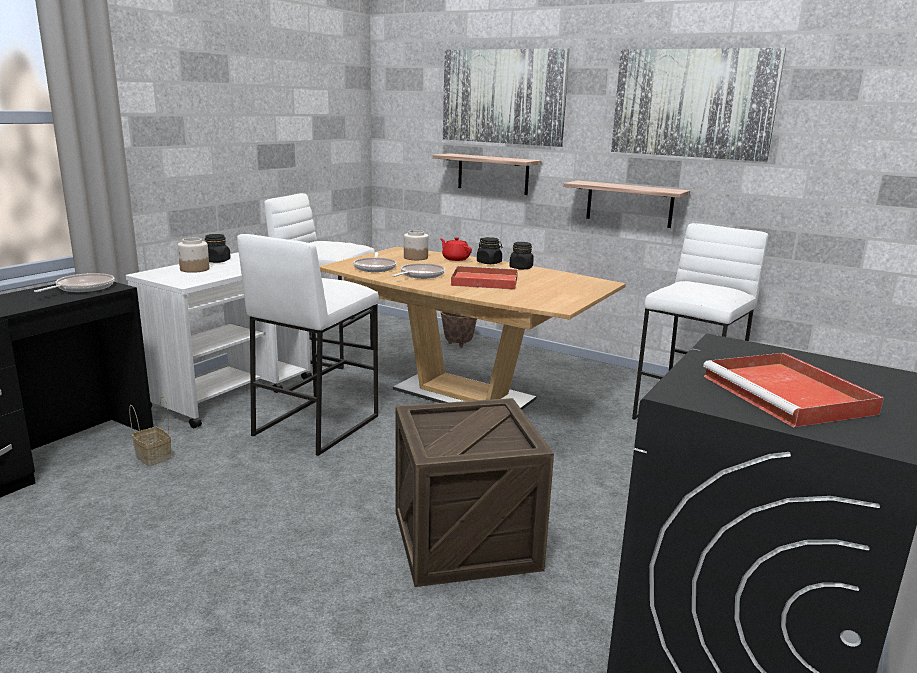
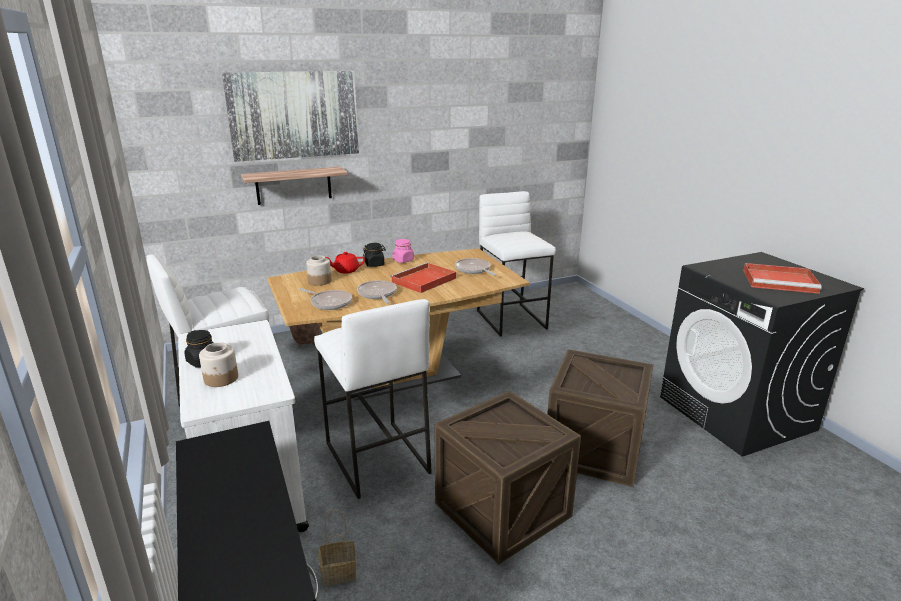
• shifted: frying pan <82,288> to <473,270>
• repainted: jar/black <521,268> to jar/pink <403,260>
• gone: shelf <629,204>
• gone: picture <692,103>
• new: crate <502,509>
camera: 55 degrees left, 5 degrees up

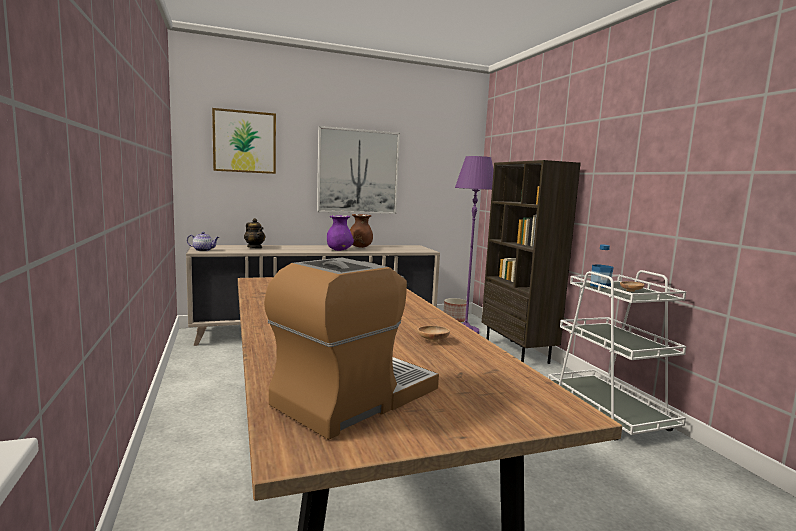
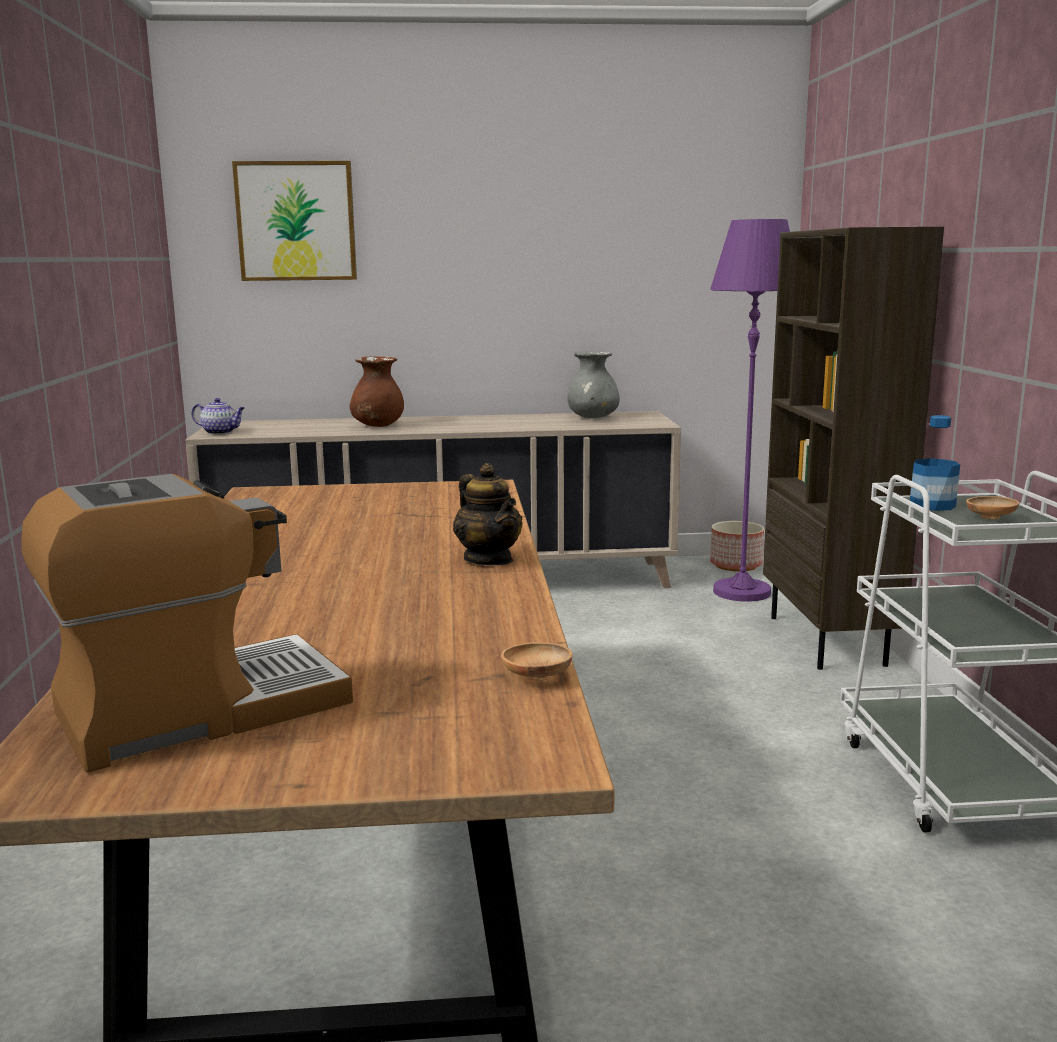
• shifted: teapot <254,247> to <489,559>
• gone: picture <358,171>
• gone: vase/purple <339,250>
• shifted: vase/brown <360,247> to <378,426>
• shifted: bowl/brown <432,340> to <537,677>
• new: vase/grey <593,418>
camera: 15 degrees right, 5 degrees up

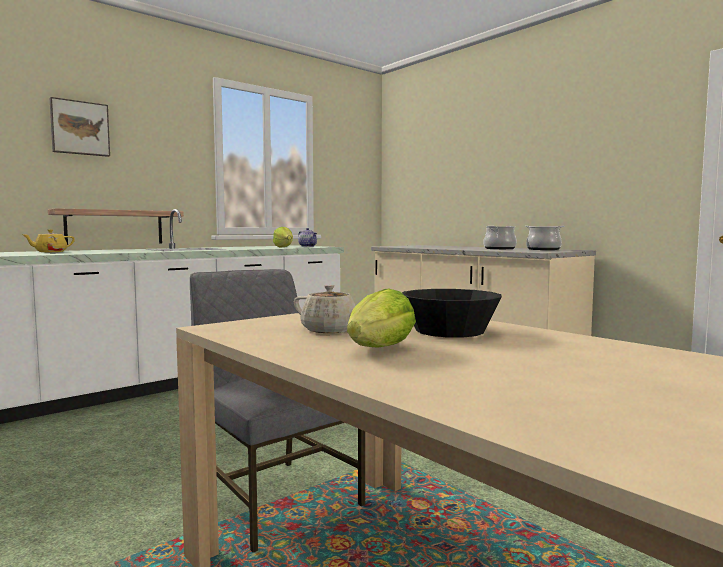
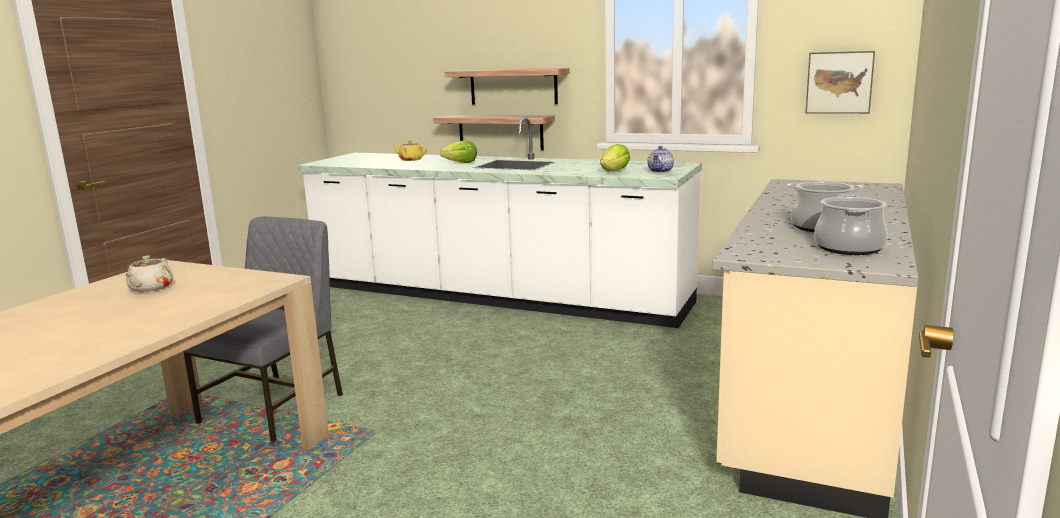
• shifted: picture <80,128> to <839,82>
• shifted: lettuce <380,349> to <461,163>
• gone: bowl/black <449,331>
• new: shelf <513,86>
camera: 65 degrees right, 10 degrees up

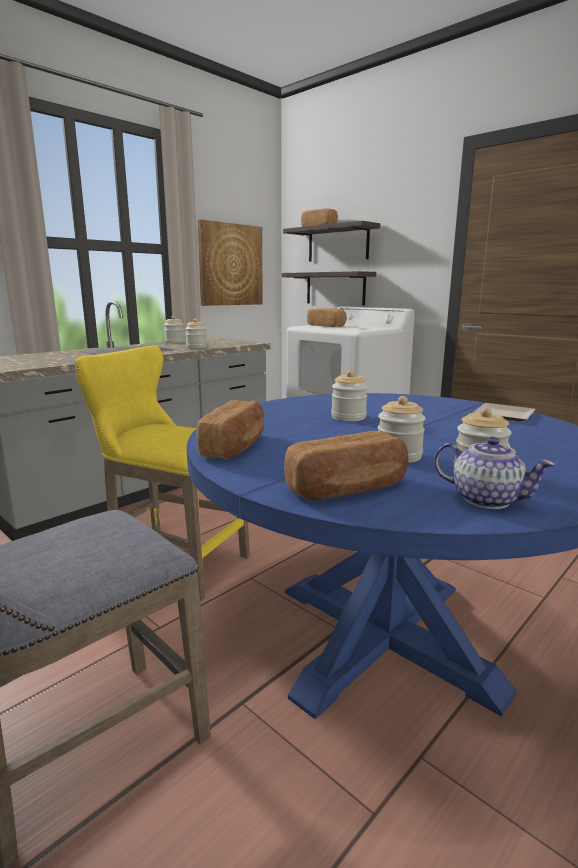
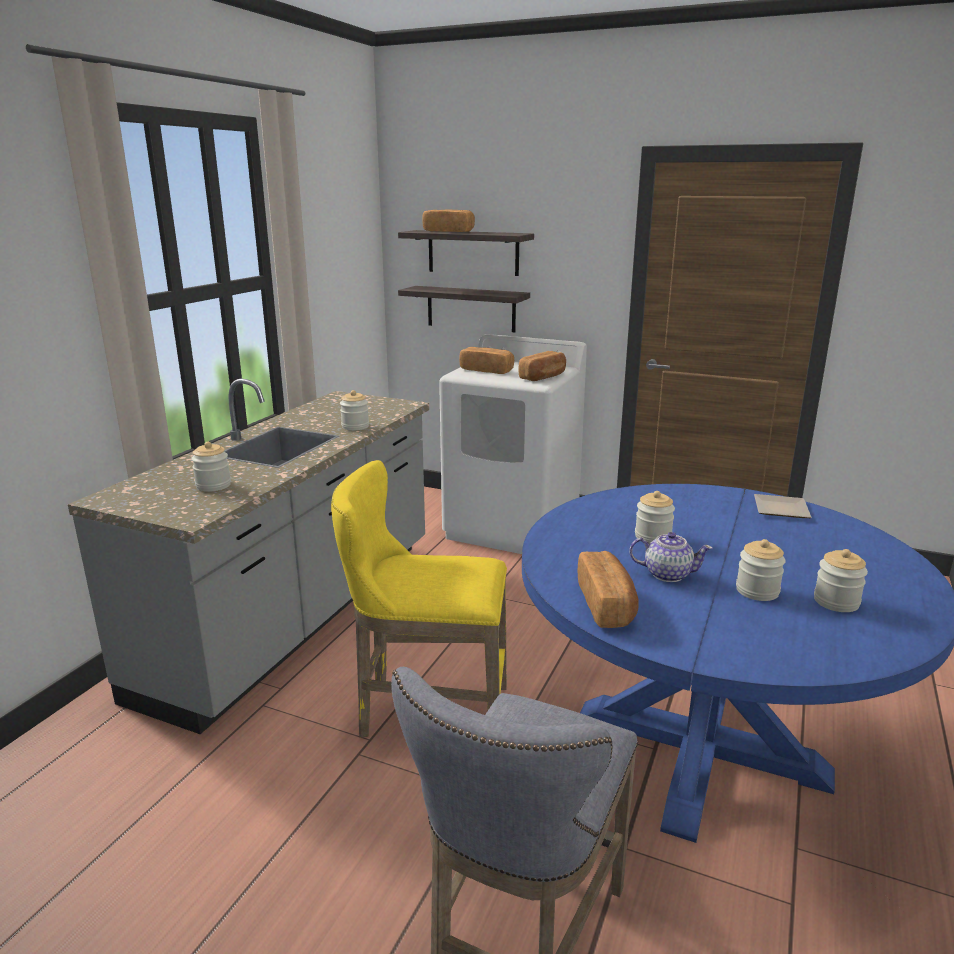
• shifted: jar <174,342> to <213,485>
• gone: picture <230,265>
• shifted: bread <348,488> to <543,377>
• shifted: teapot <485,499> to <667,574>
camera: 20 degrees left, 5 degrees up

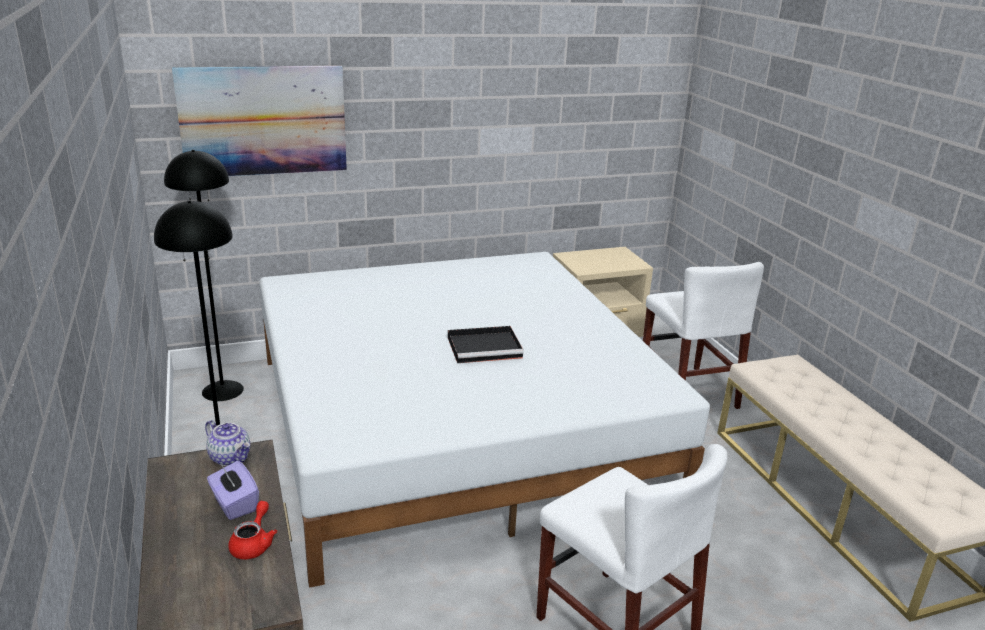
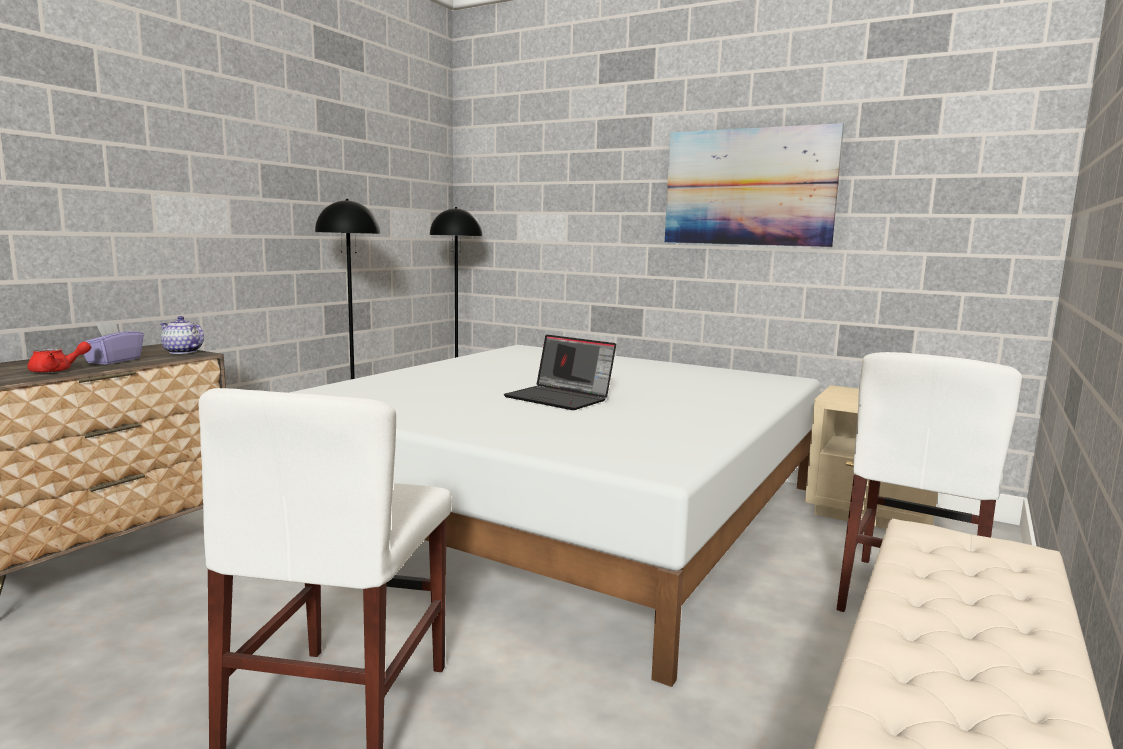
• shifted: picture <263,120> to <749,187>
• rotated: teapot <231,457> = <182,352> 120 degrees clockwise
• swapped: tray/black <486,347> to laptop <560,398>
camera: 50 degrees right, 15 degrees down

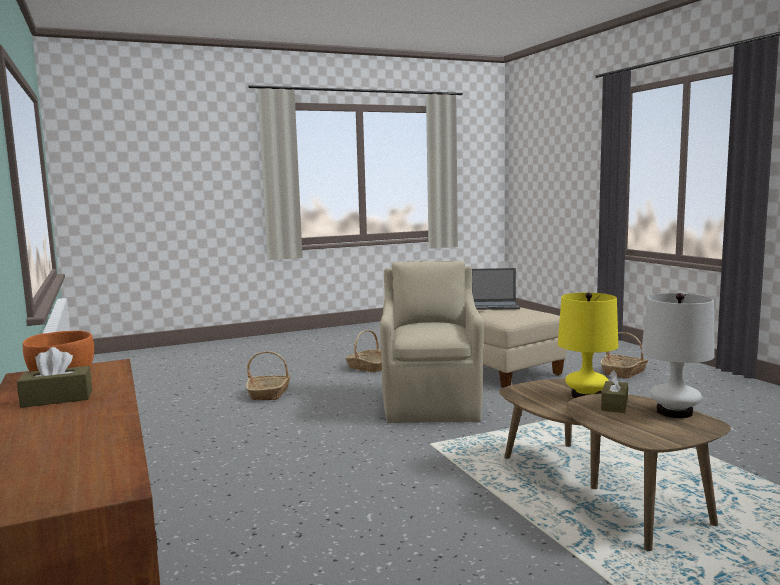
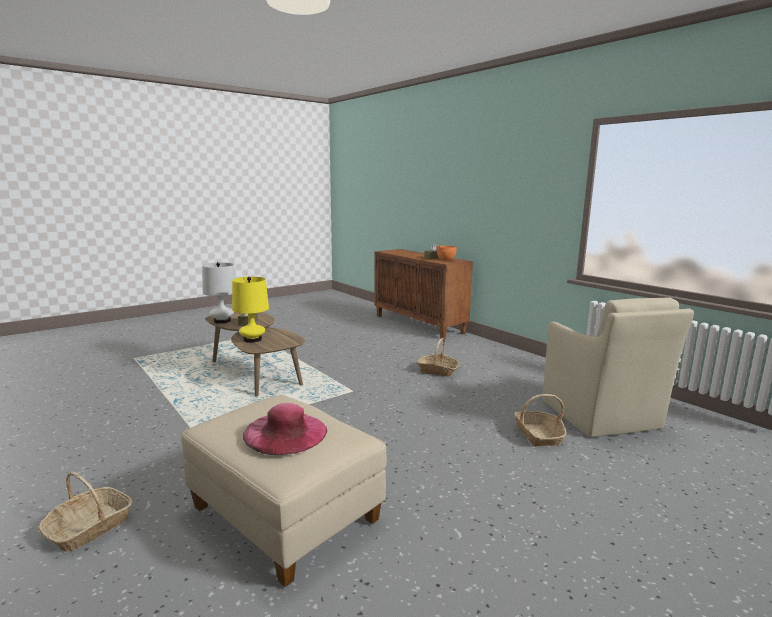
• shifted: basket <368,367> to <438,371>
• shifted: armchair/beige <432,404> to <601,416>
• swapped: laptop <495,306> to hat/pink <285,432>
camera: 165 degrees right, 5 degrees up

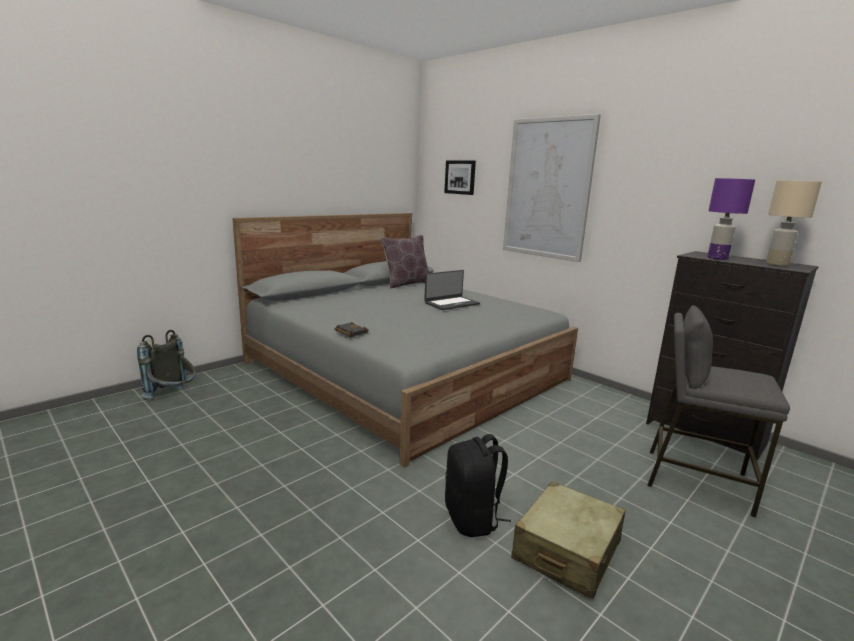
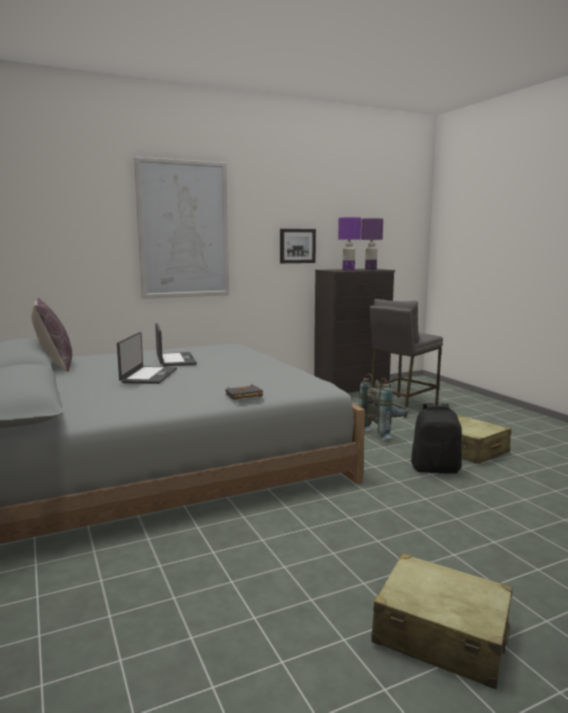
• shifted: backpack/grey <173,397> to <384,433>
• shifted: picture <460,177> to <297,246>
• repainted: table lamp/beige <777,264> to table lamp/purple <370,269>
• new: laptop <148,375>
• new: suitcase/beige <440,635>
camera: 70 degrees left, 5 degrees down

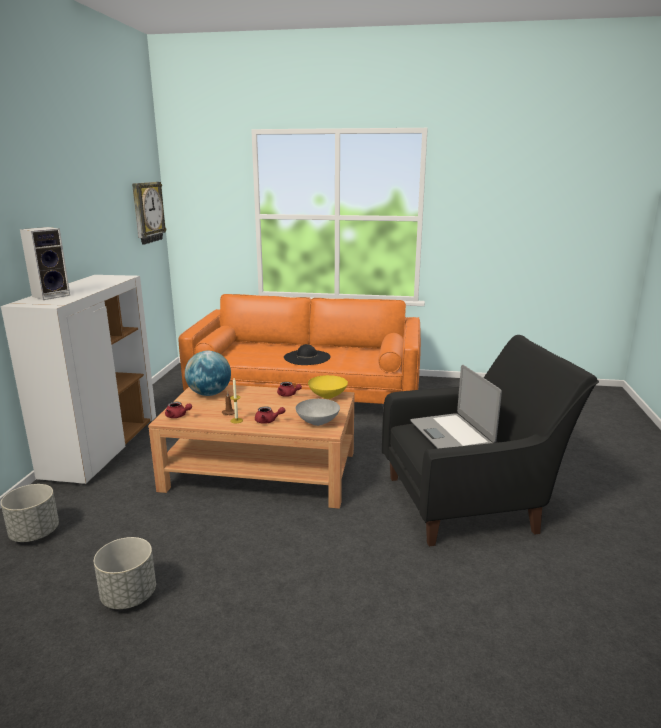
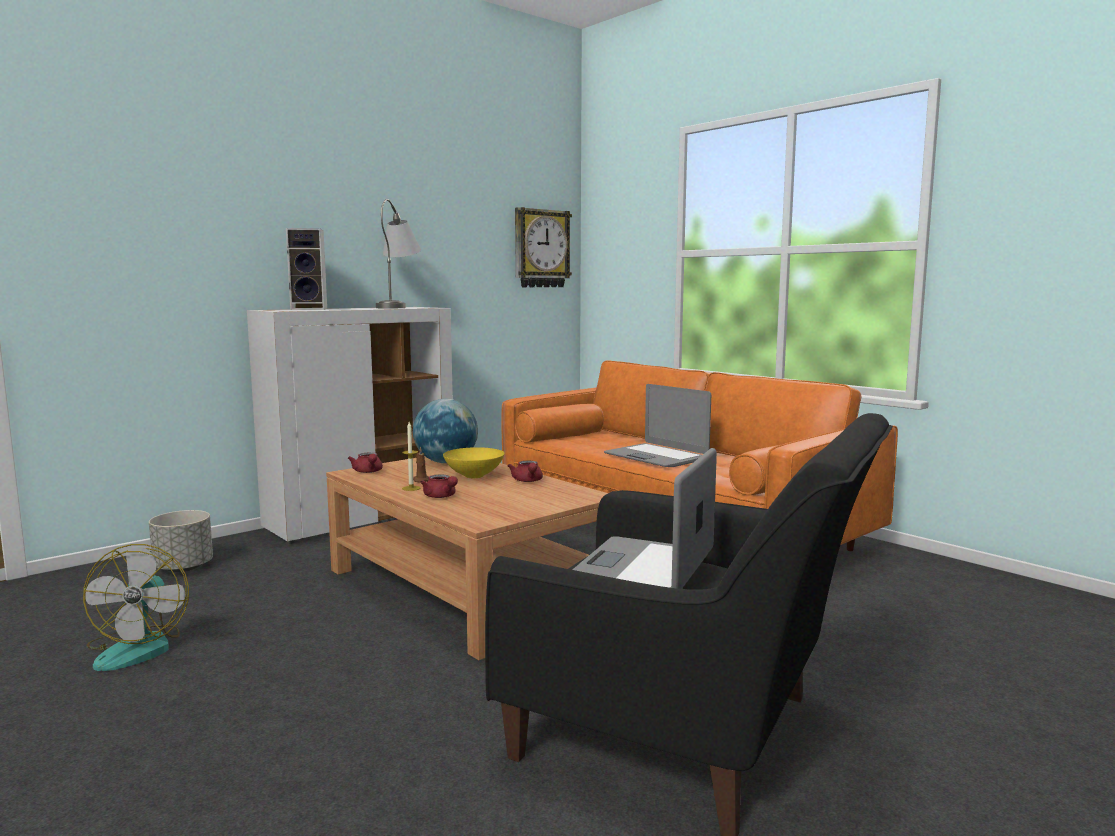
• swapped: planter/grey <129,595> to fan <140,647>
• swapped: hat/black <307,357> to laptop <656,457>
• gone: bowl/grey <318,422>
• shifted: bowl/yellow <327,396> to <473,476>
• new: table lamp/grey <399,307>
camera: 40 degrees right, 10 degrees down

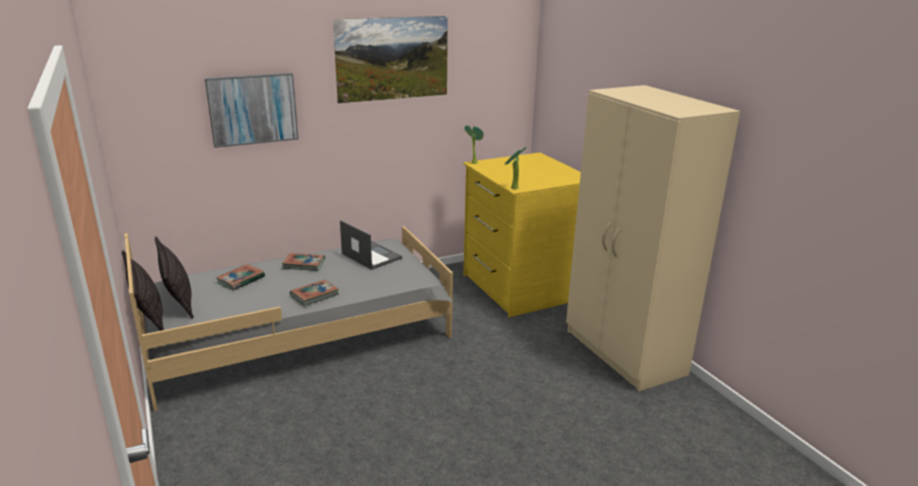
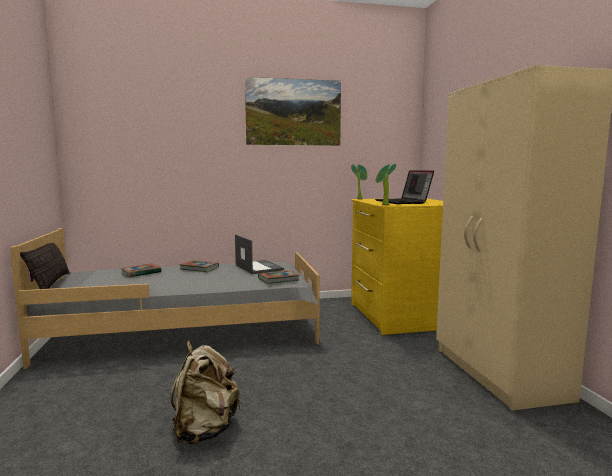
• gone: pillow <178,296>
• gone: picture <253,109>
• shifted: book <314,295> to <278,279>
• new: backpack/beige <205,430>
• new: laptop <403,202>
camera: 15 degrees right, 15 degrees down

